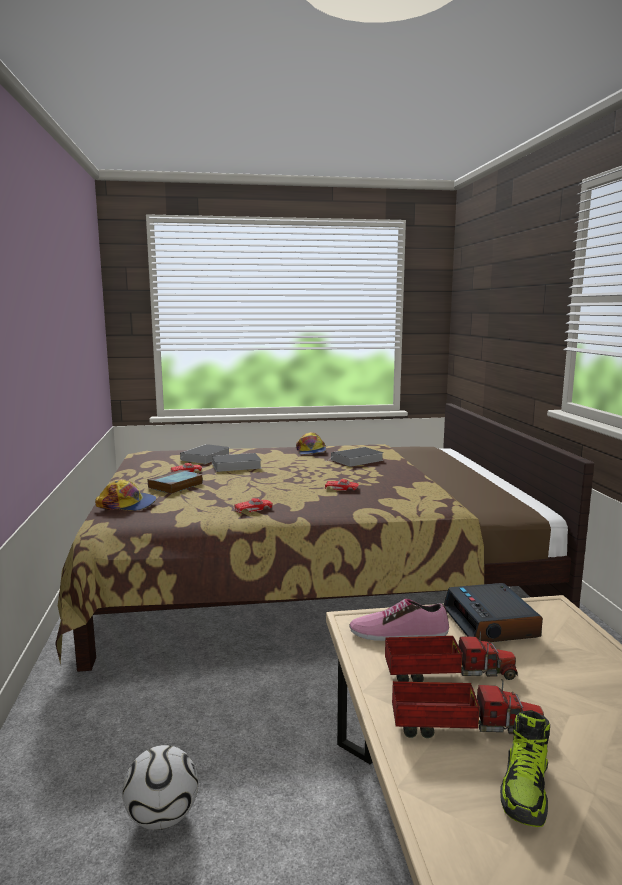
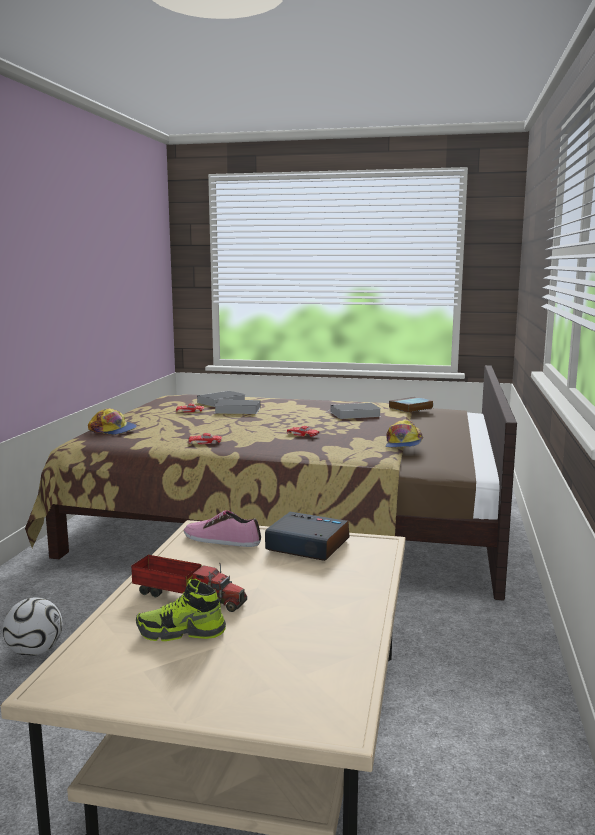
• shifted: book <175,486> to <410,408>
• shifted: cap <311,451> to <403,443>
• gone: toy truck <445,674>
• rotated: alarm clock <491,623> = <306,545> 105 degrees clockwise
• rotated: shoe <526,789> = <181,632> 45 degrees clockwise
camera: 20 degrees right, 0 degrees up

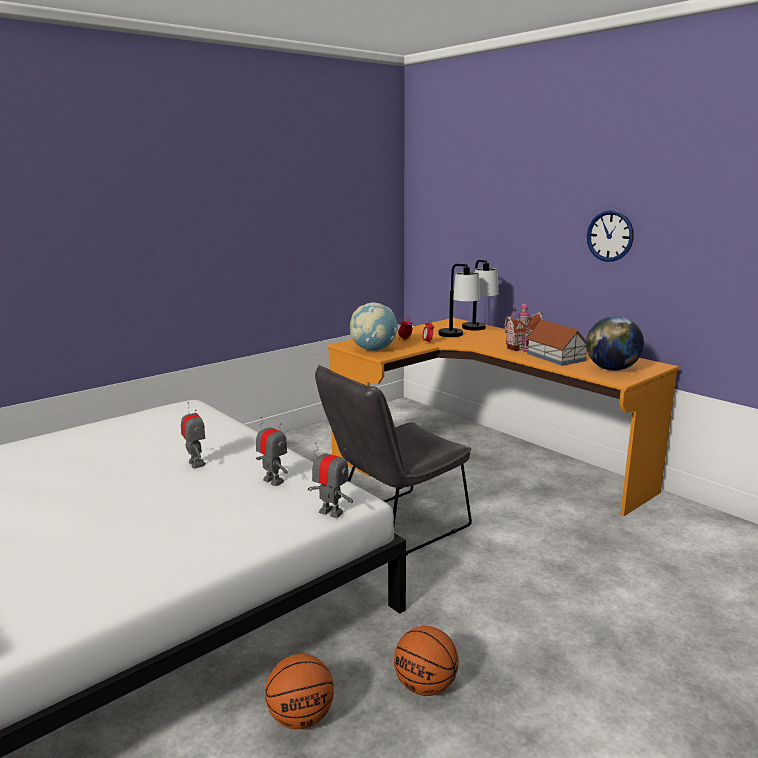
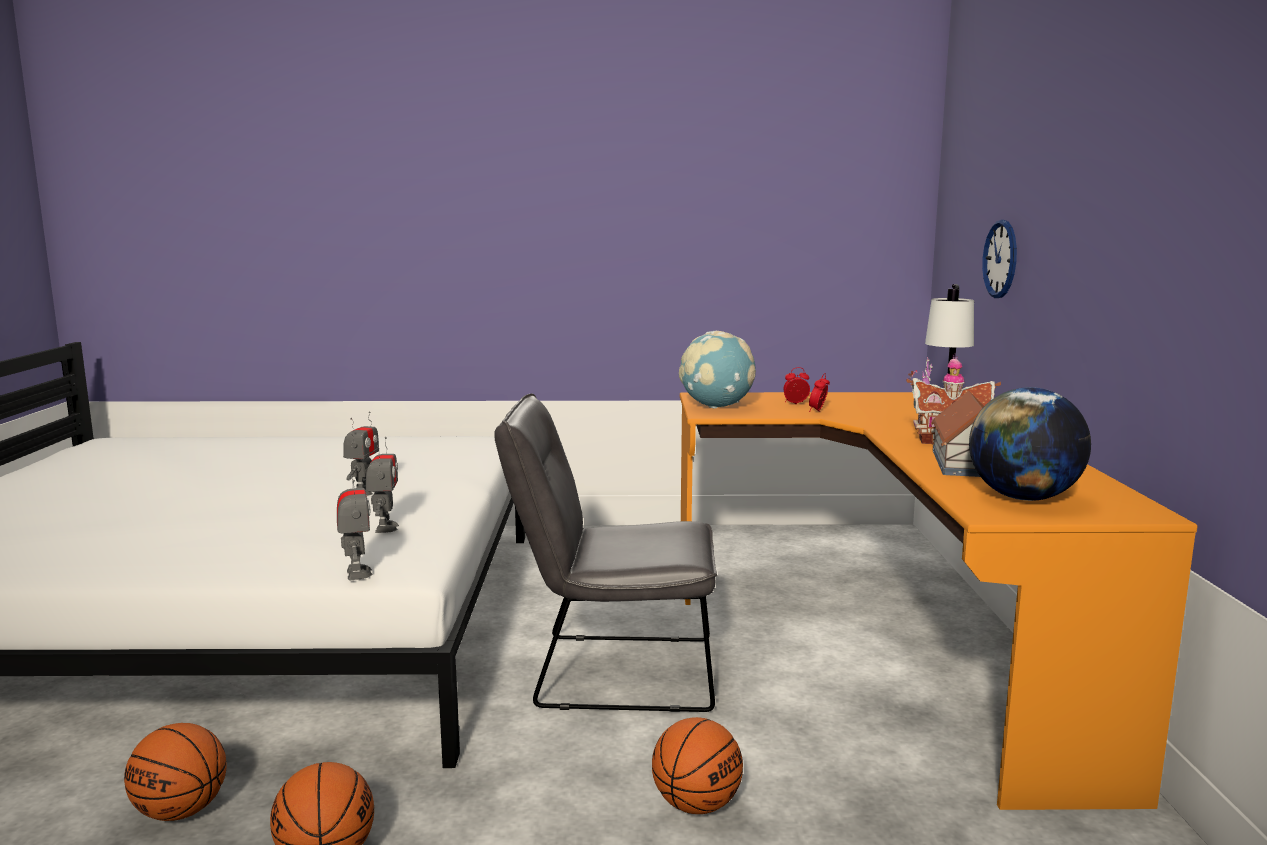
• gone: table lamp <458,336>
• shifted: wall clock <610,236> to <1000,259>
• new: basketball <696,805>
camera: 40 degrees right, 5 degrees down

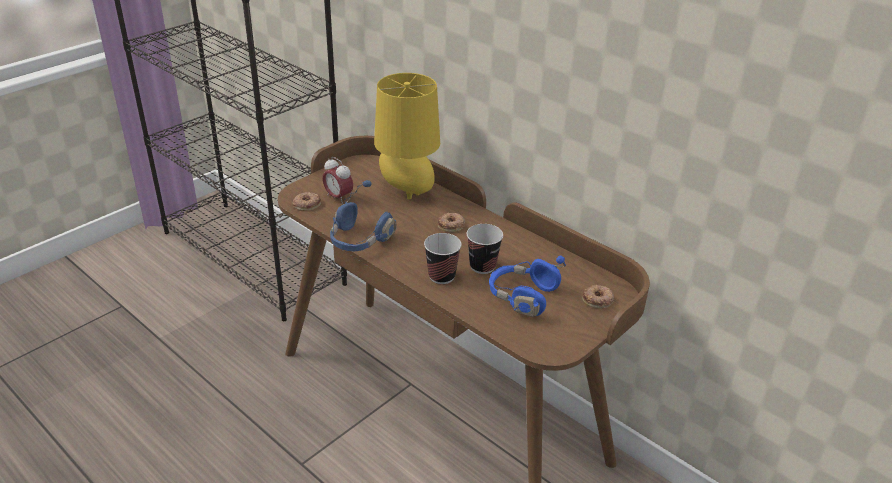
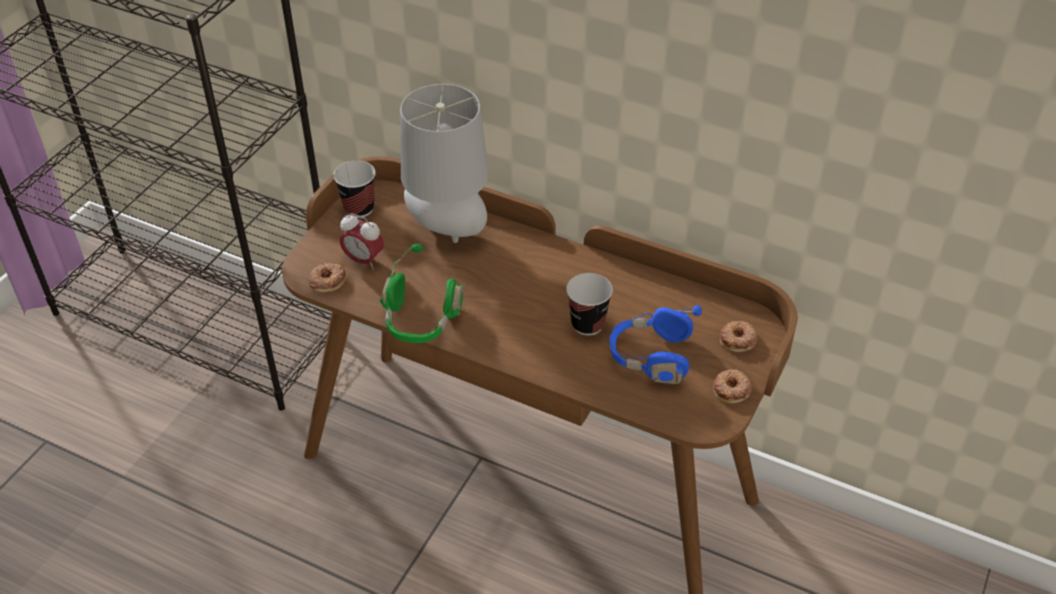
• repainted: headphones/blue <359,240> to headphones/green <420,321>
• repainted: table lamp/yellow <407,192> to table lamp/grey <448,231>
• shifted: cup <441,276> to <359,208>
• shifted: donut <451,225> to <732,389>
camera: 15 degrees left, 10 degrees up

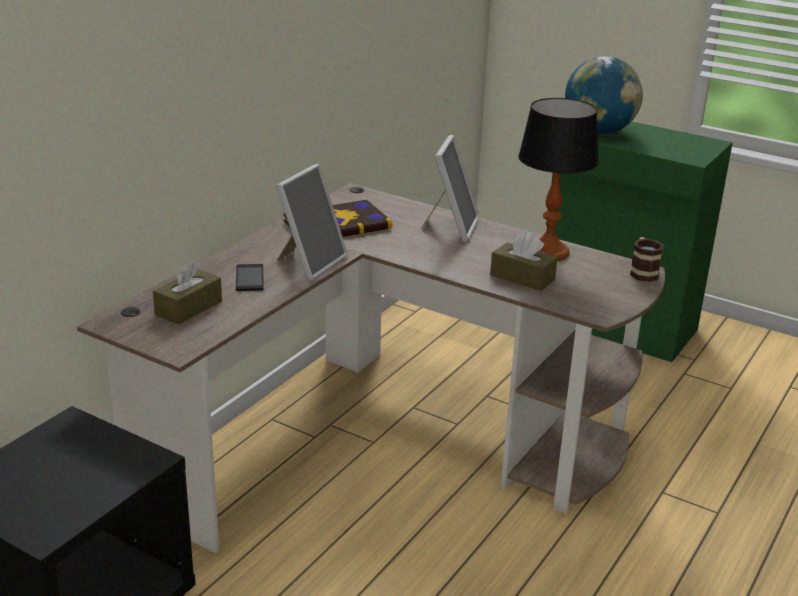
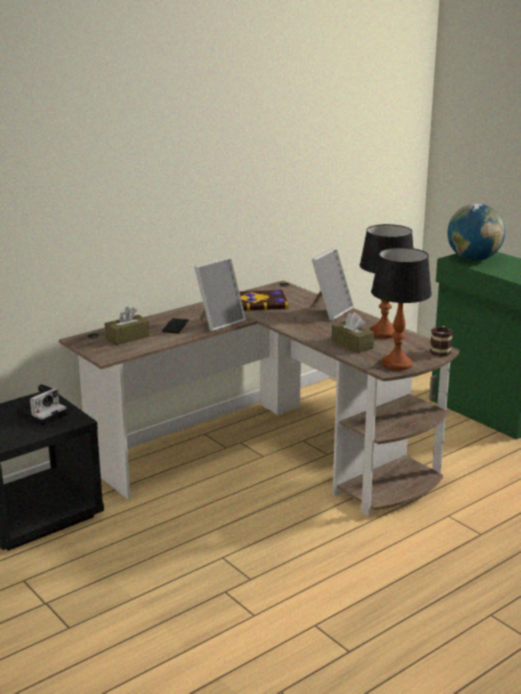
• new: photo camera <42,414>
• new: table lamp <396,364>
camera: 20 degrees right, 5 degrees down

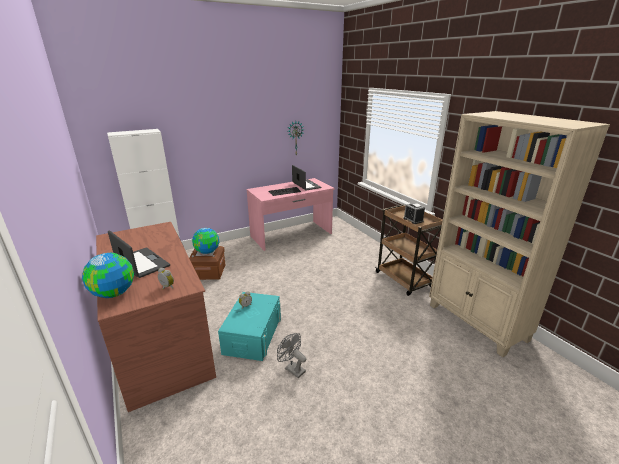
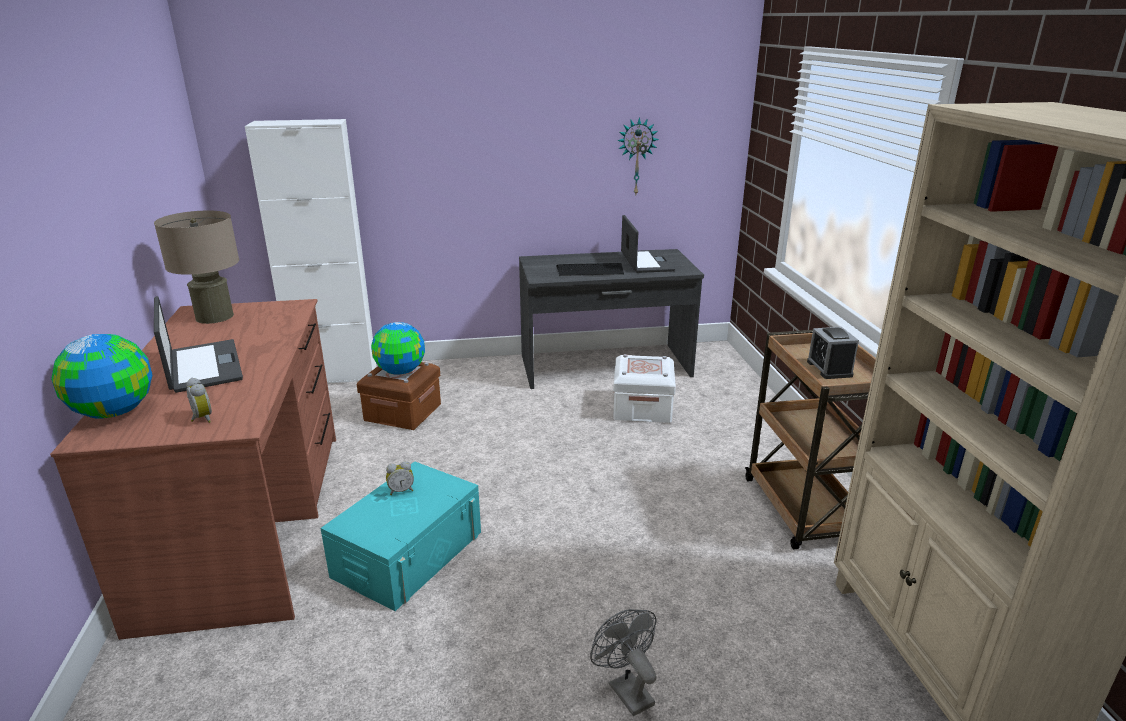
• repainted: desk/pink <291,235> to desk/grey <605,366>
• shifted: fan/grey <292,369> to <626,689>
• new: table lamp/beige <214,316>
• new: storage box/white <642,408>
camera: 20 degrees right, 0 degrees up

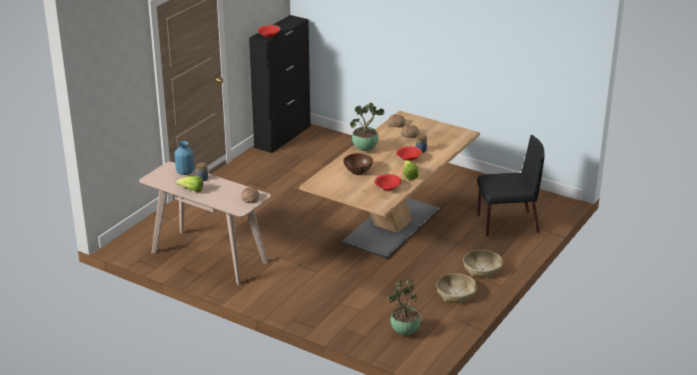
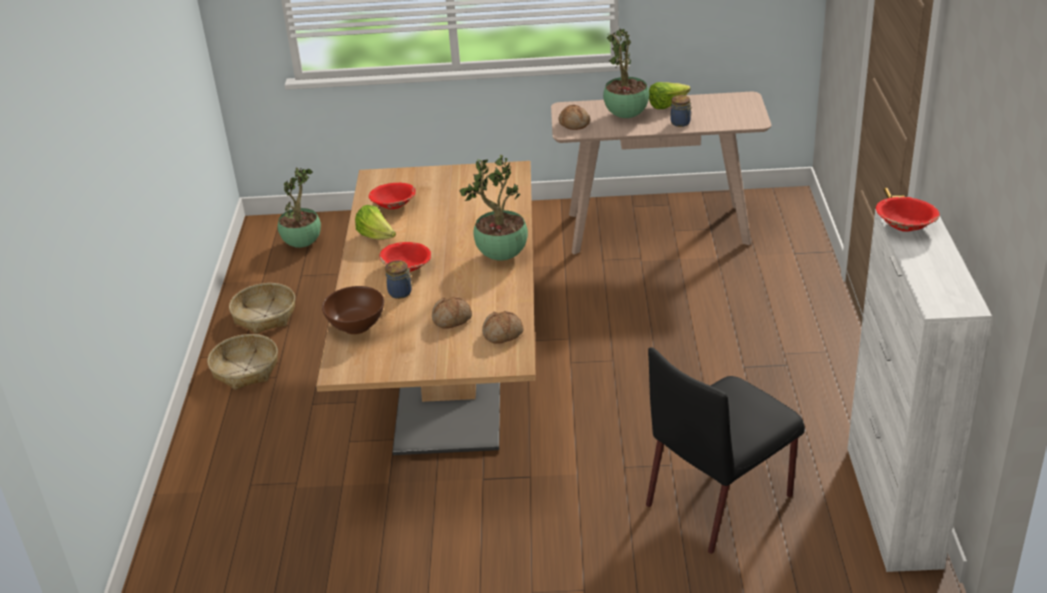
• gone: vase/blue <185,172>
• repainted: cabinet/black <283,136> to cabinet/white <893,506>
• shifted: bowl/brown <358,171> to <357,326>
• shifted: chair/black <506,224> to <721,499>
• new: potted plant <626,116>
camera: 150 degrees right, 5 degrees up

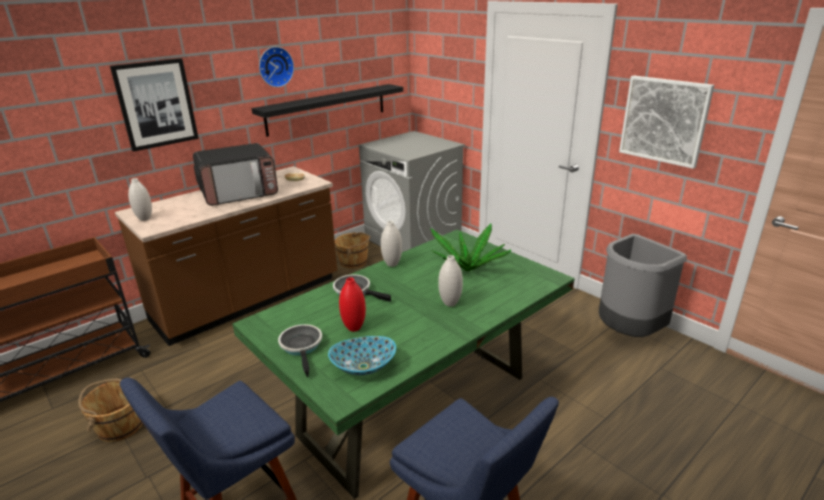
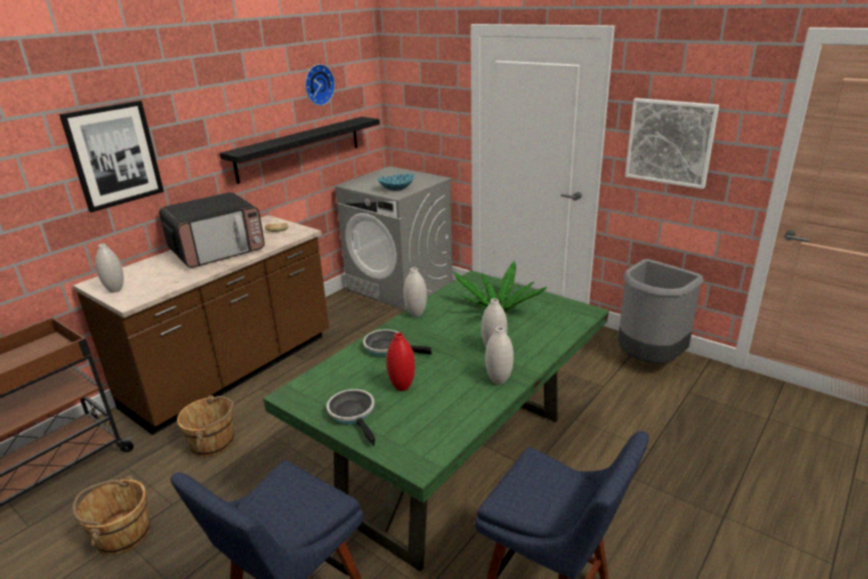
• shifted: wall clock <275,66> to <318,84>
• shifted: bowl <363,367> to <396,189>
• shifted: bucket/brown <354,262> to <213,442>
• new: vase/white <498,381>
camera: 10 degrees left, 0 degrees up

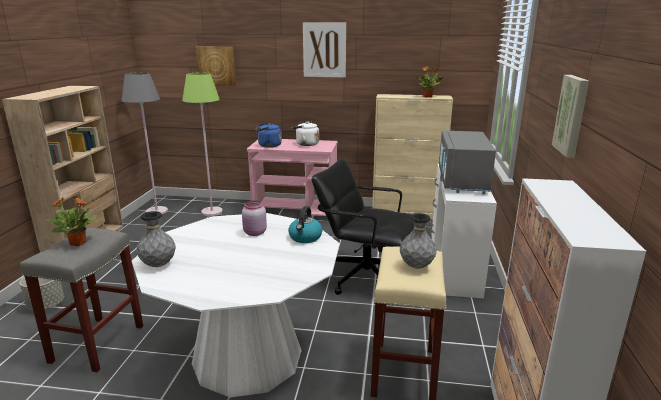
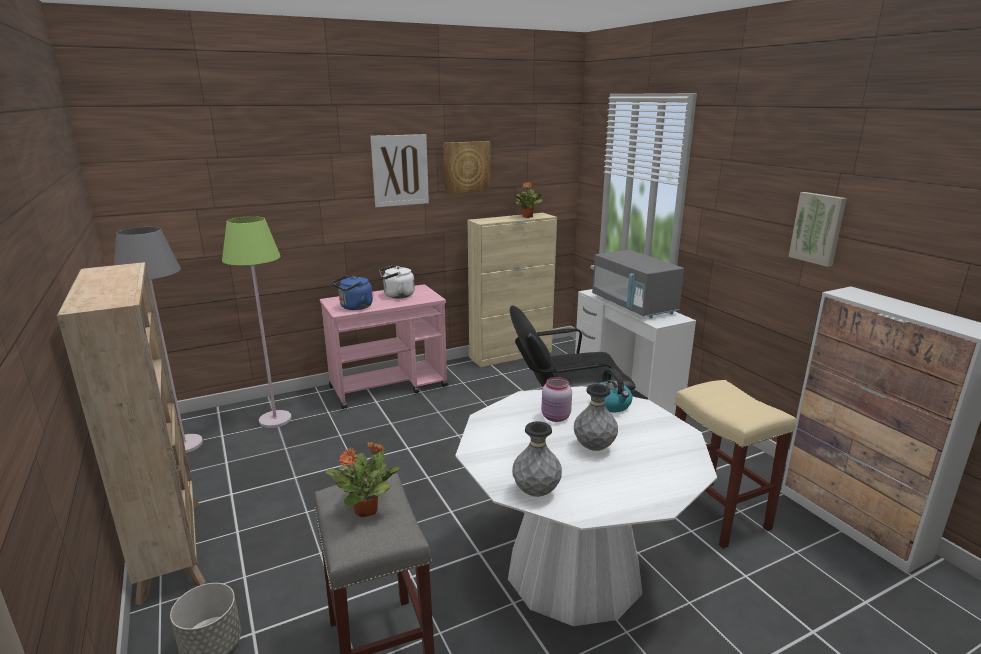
• shifted: picture <216,66> to <466,167>
• shifted: vase/grey <416,266> to <594,447>
camera: 35 degrees left, 0 degrees up

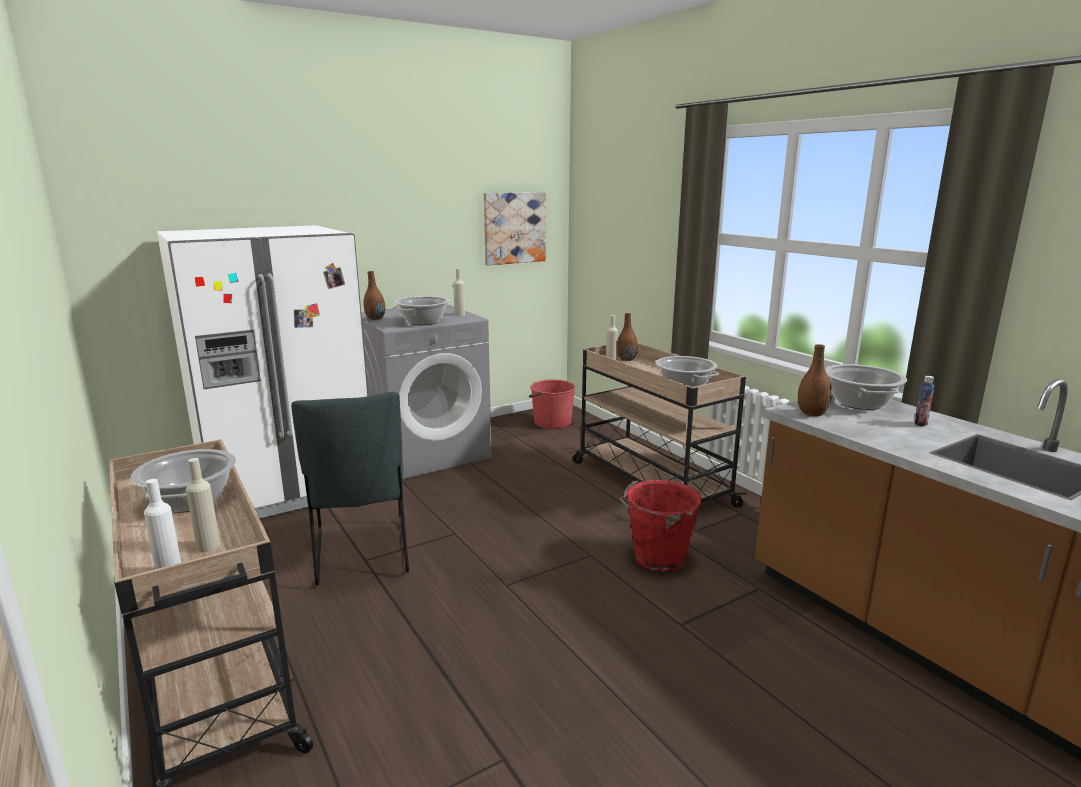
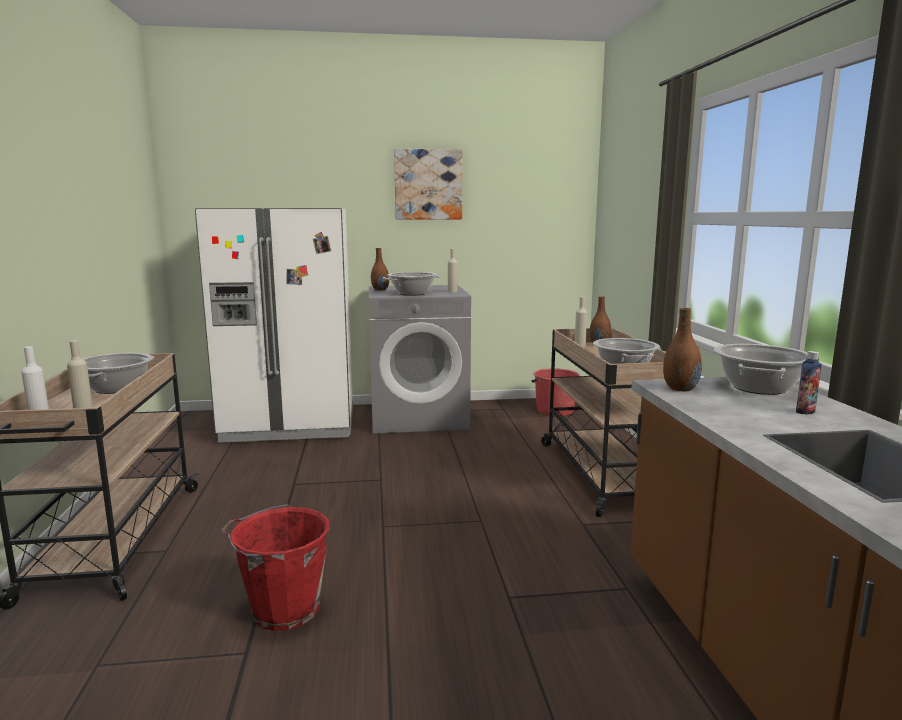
• gone: chair/grey <362,556>
• shifted: picture <514,228> to <428,184>
• shifted: bucket/red <657,558> to <283,610>
camera: 25 degrees right, 5 degrees down

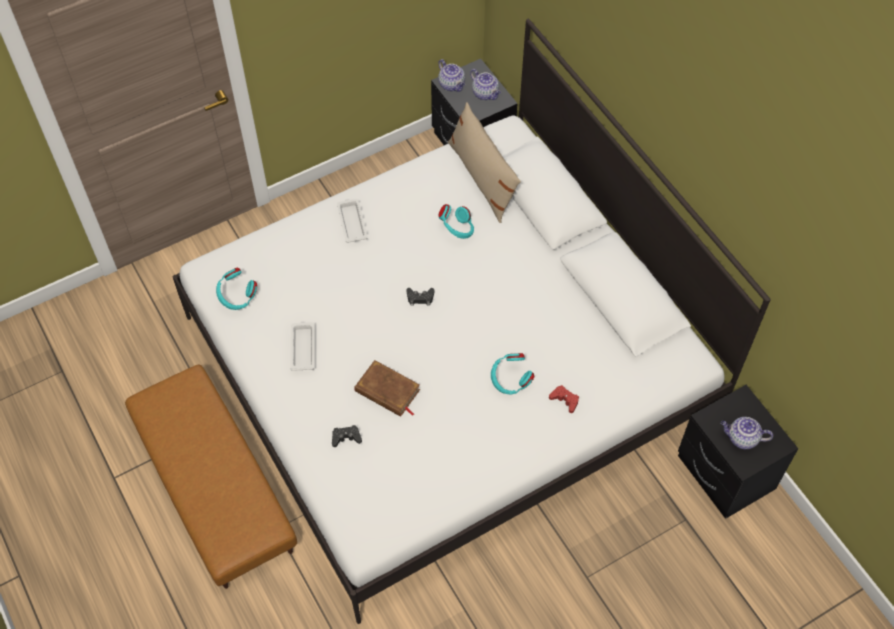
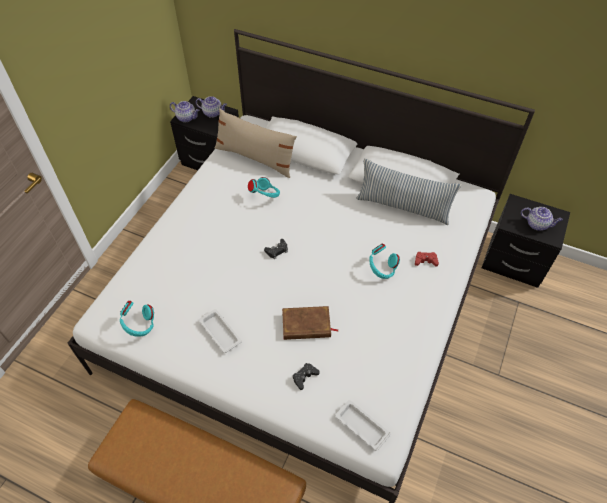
• shifted: tray/white <352,222> to <361,425>
• rotated: teapot <742,438> = <537,224> 135 degrees counterclockwise
• new: pillow <403,207>
camera: 35 degrees left, 5 degrees down

